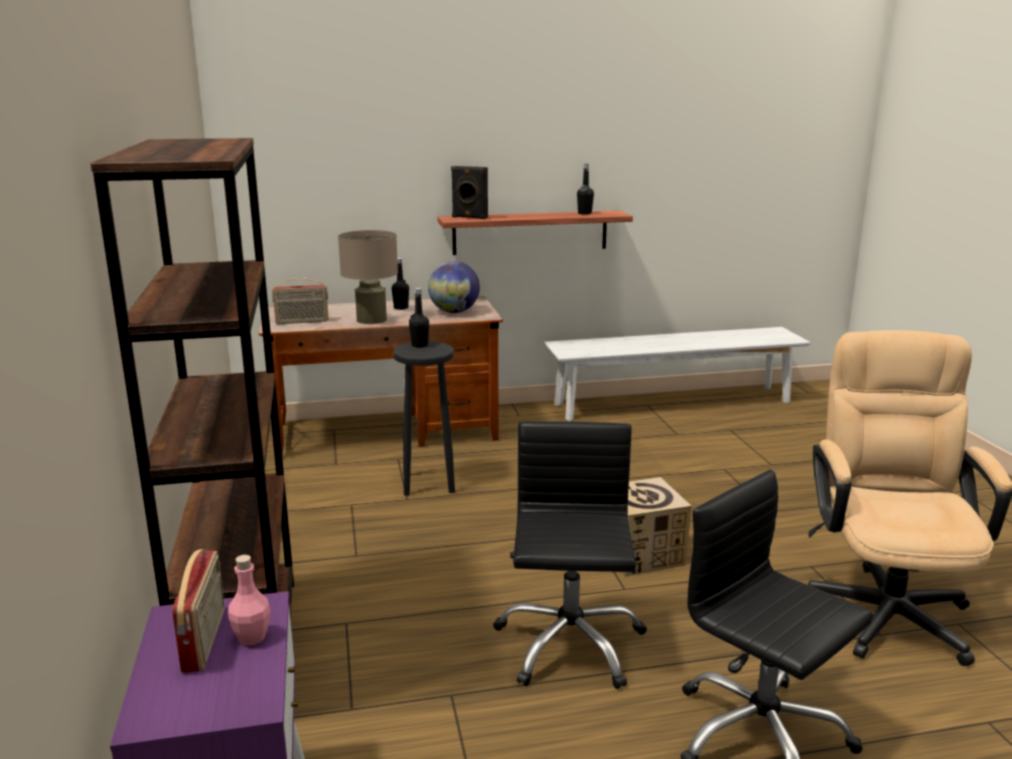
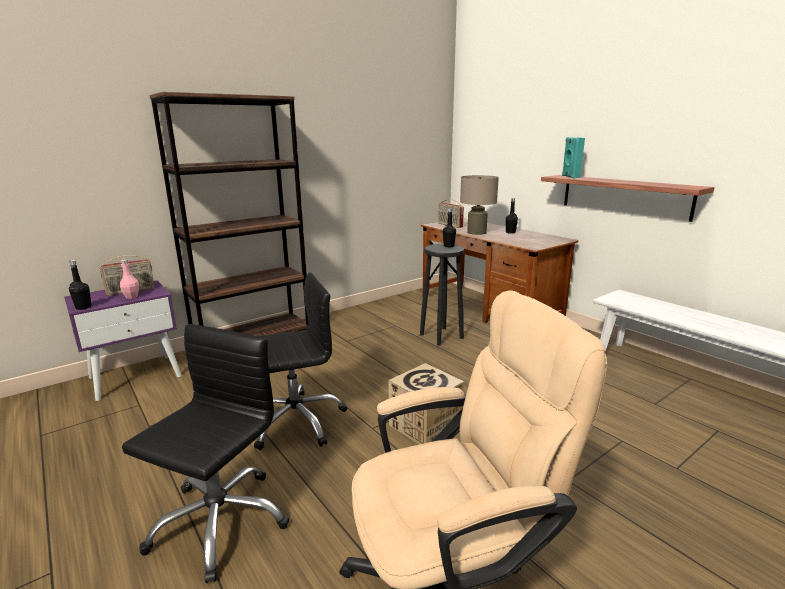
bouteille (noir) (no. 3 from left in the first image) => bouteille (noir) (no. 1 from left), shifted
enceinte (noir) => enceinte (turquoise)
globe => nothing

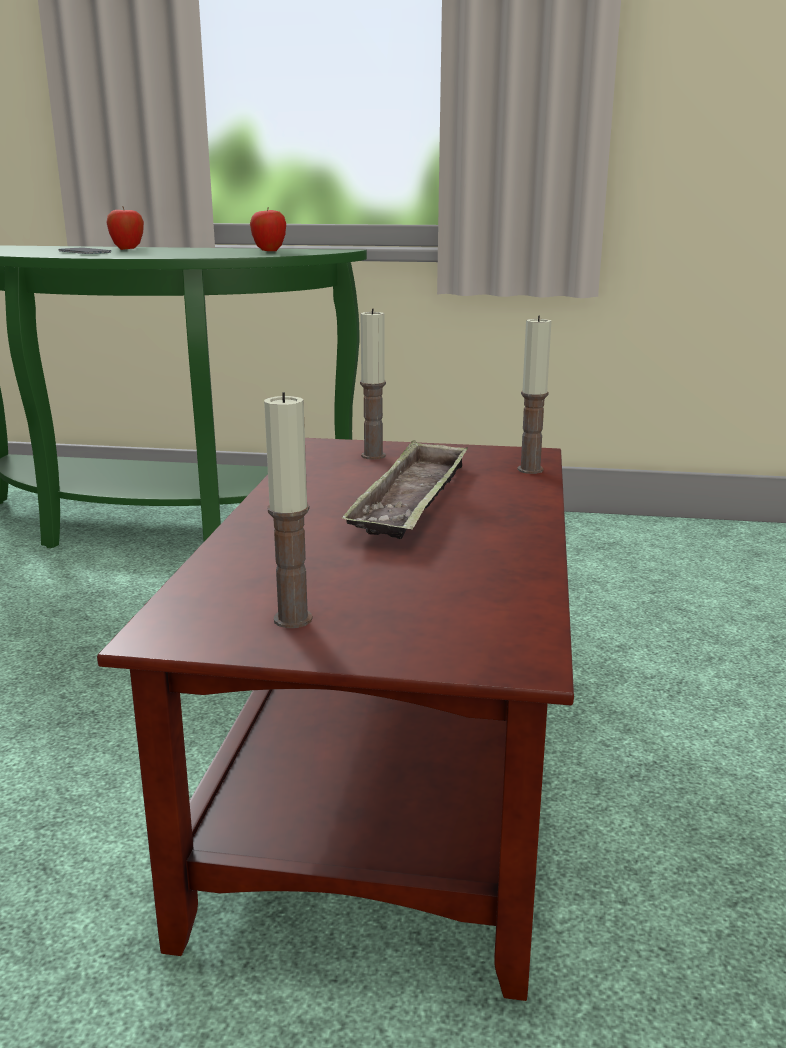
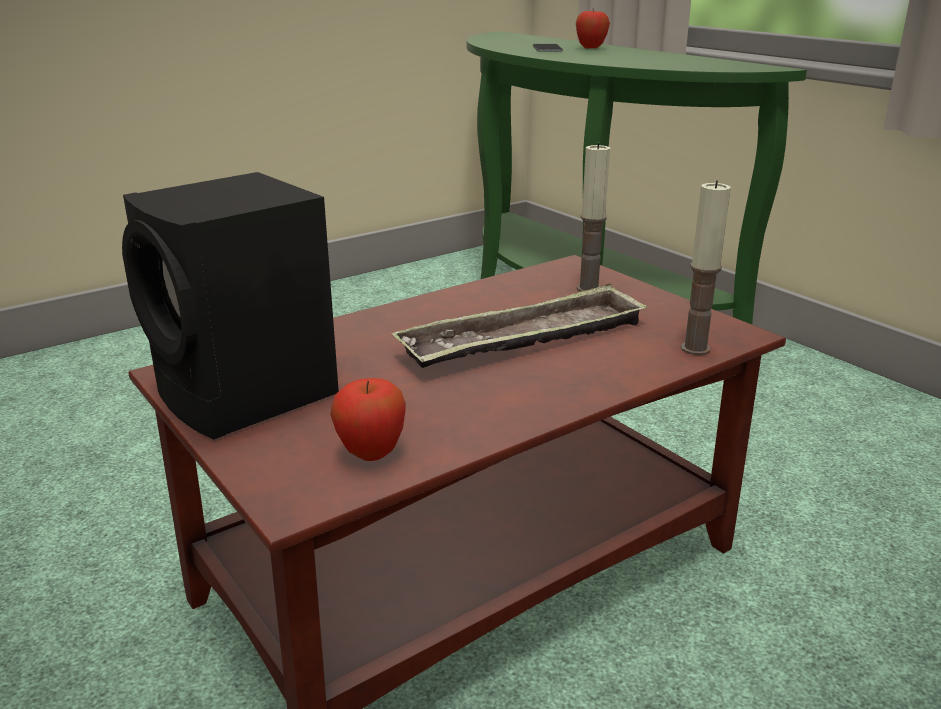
pomme (no. 2 from left in the first image) => pomme (no. 1 from left), shifted
bougie (no. 1 from left) => enceinte (noir)

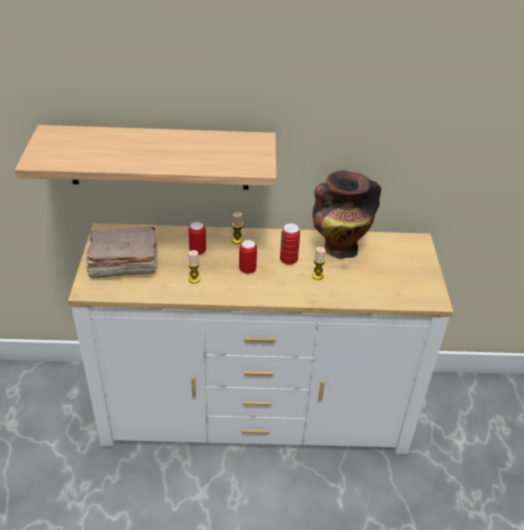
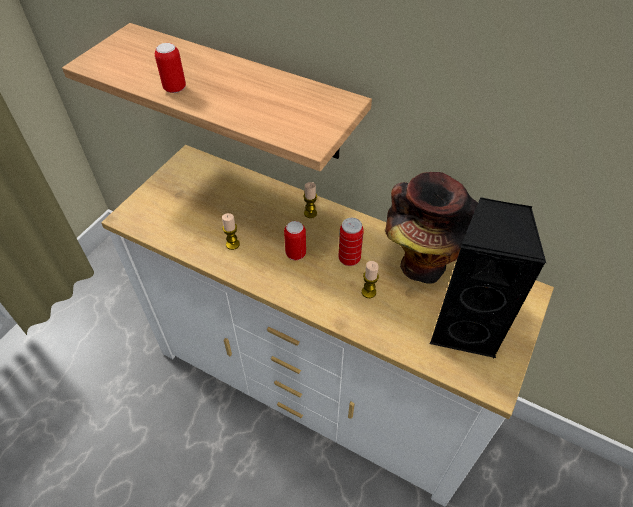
boîte métallique (no. 1 from left), shifted
livre (marron) => nothing
nothing => enceinte (noir)

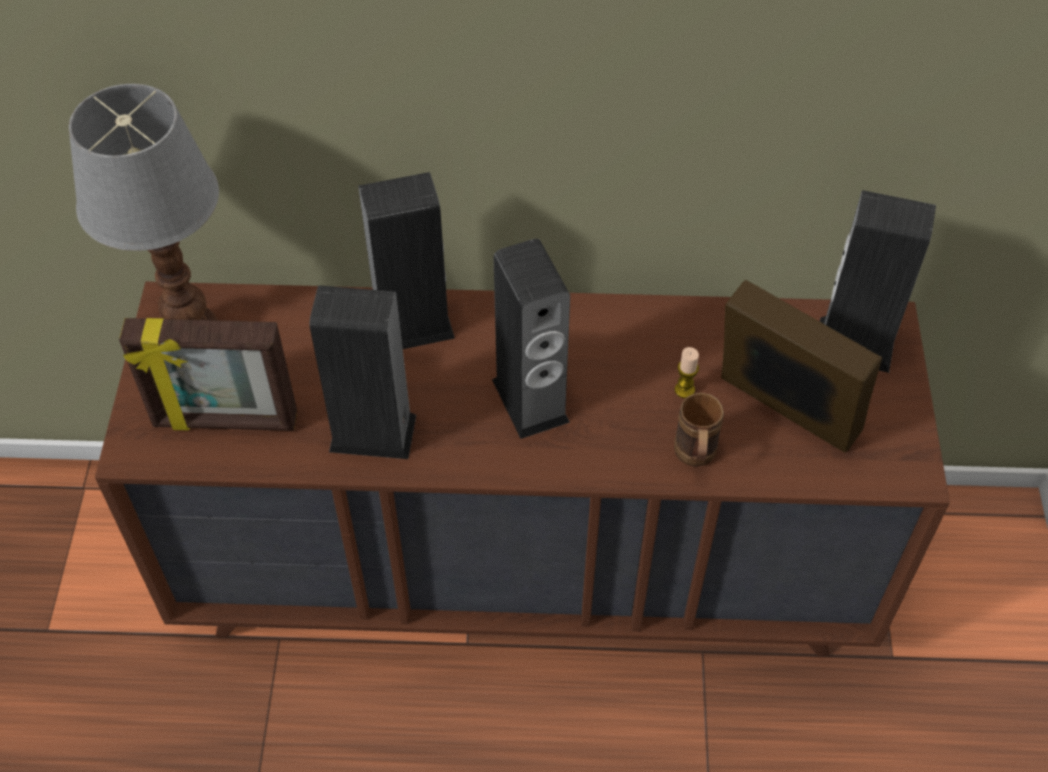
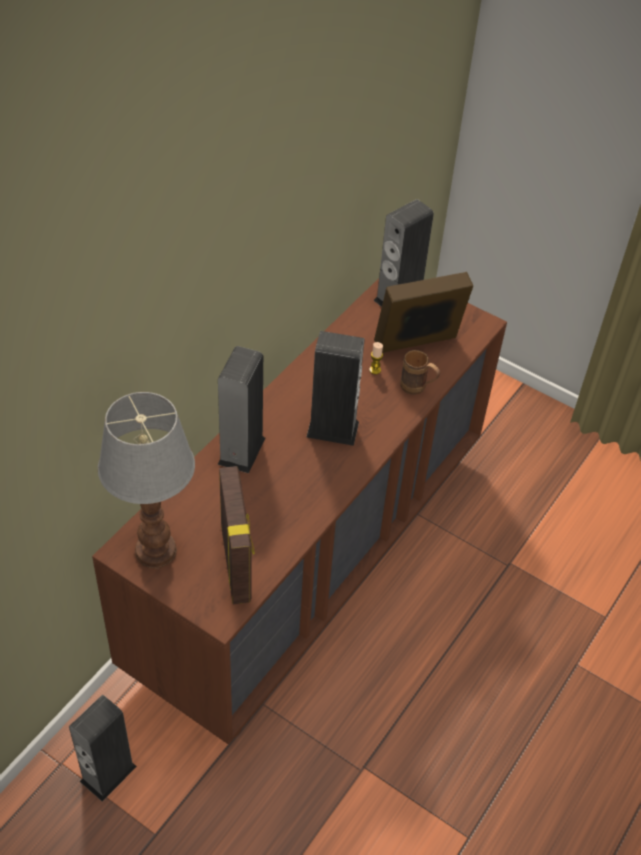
enceinte (no. 1 from left), shifted
cadre photo (no. 1 from left), 45 degrees counterclockwise

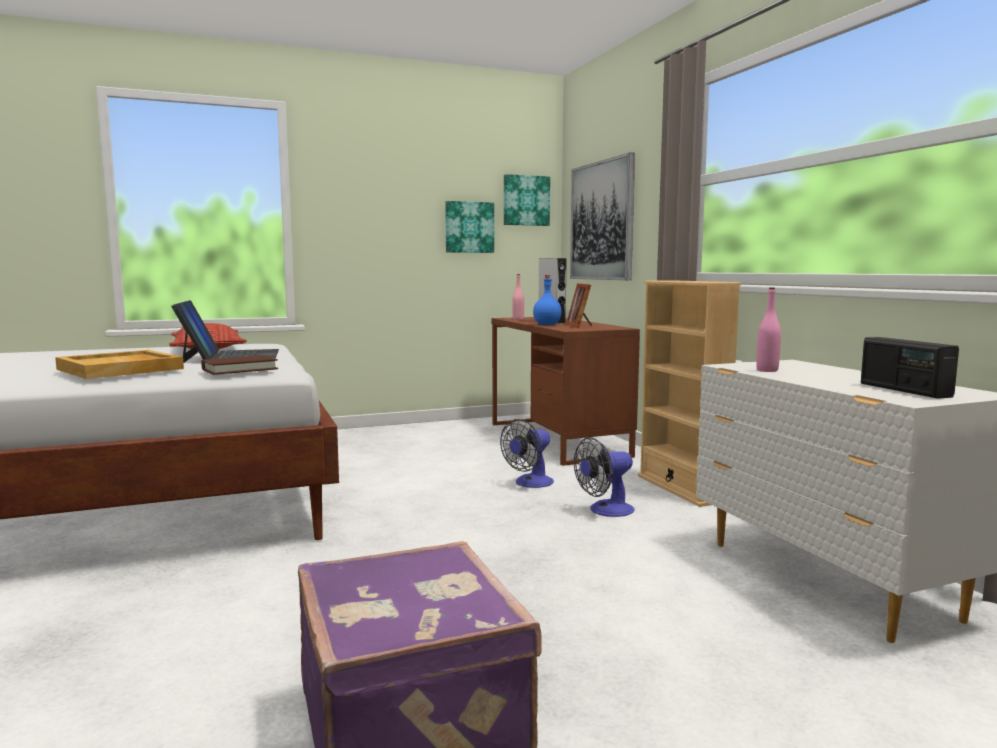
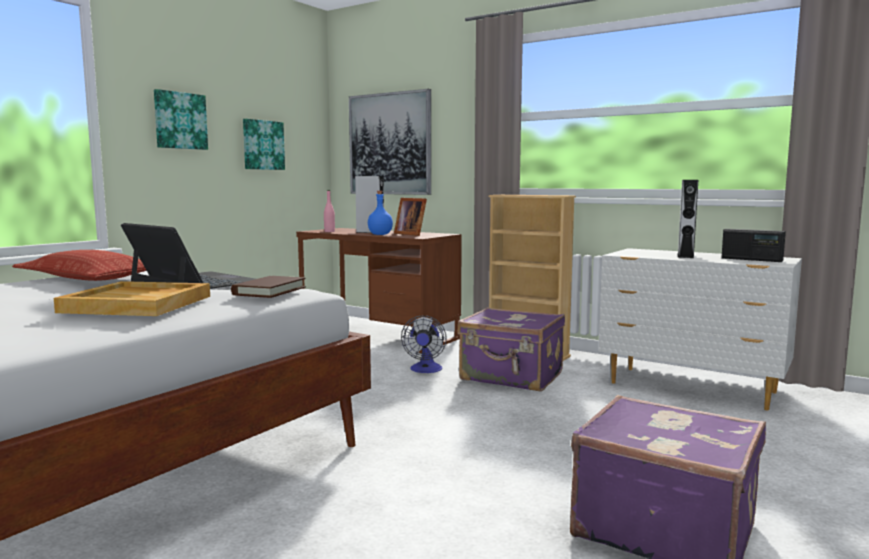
tableau (no. 2 from left in the first image) => tableau (no. 1 from left), shifted
bouteille (rose) (no. 2 from left) => nothing
ventilateur (no. 2 from left) => valise (violet) (no. 1 from left)
nothing => enceinte (gris) (no. 2 from left)

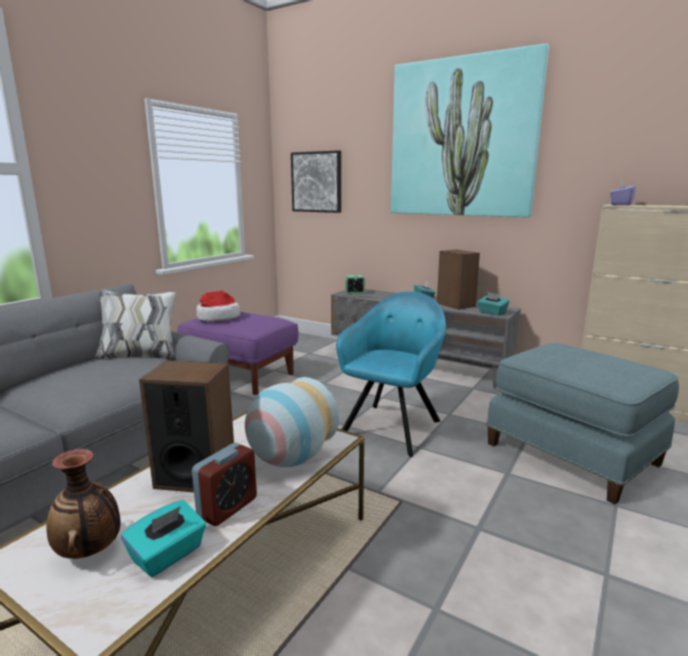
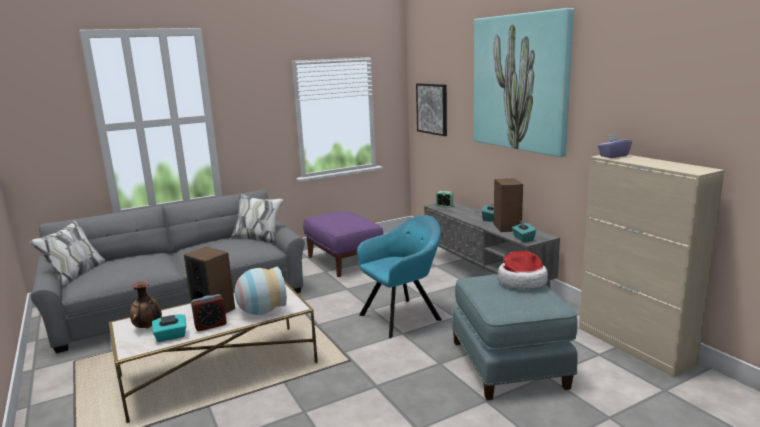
chapeau, shifted

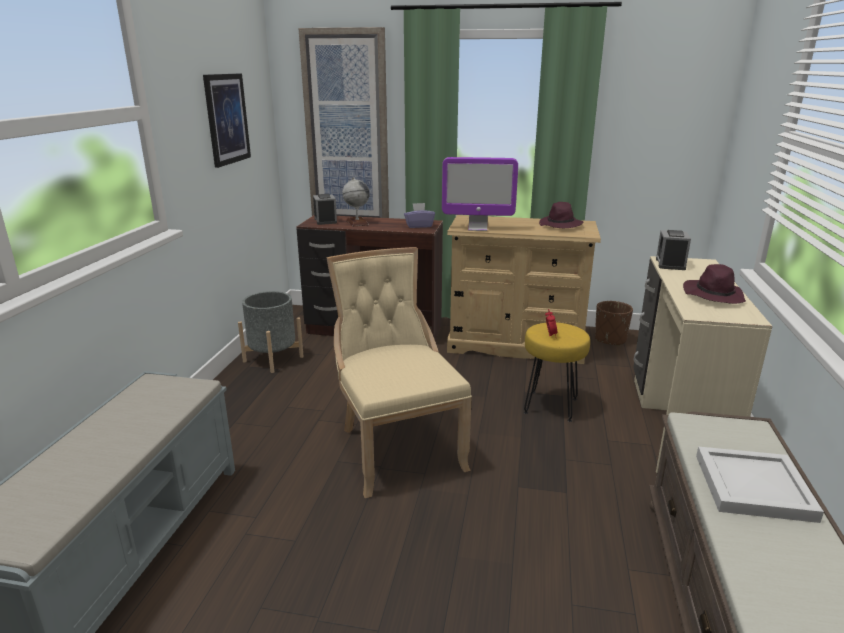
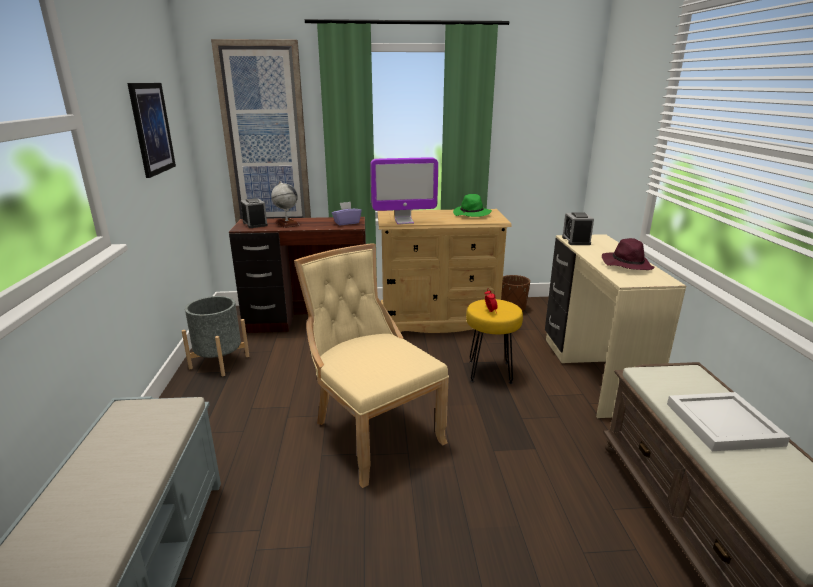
chapeau (violet) (no. 1 from left) => chapeau (vert)

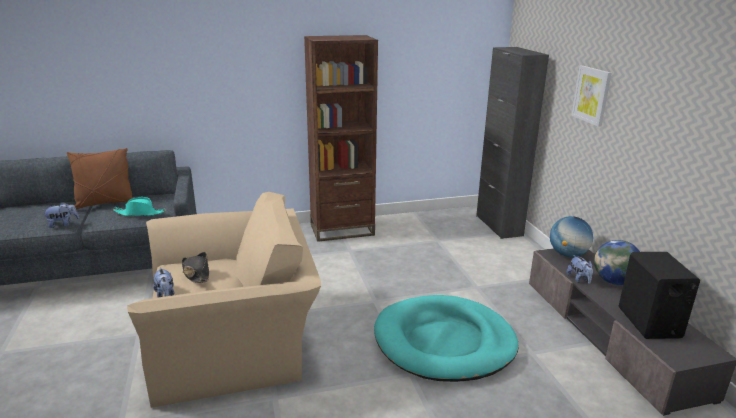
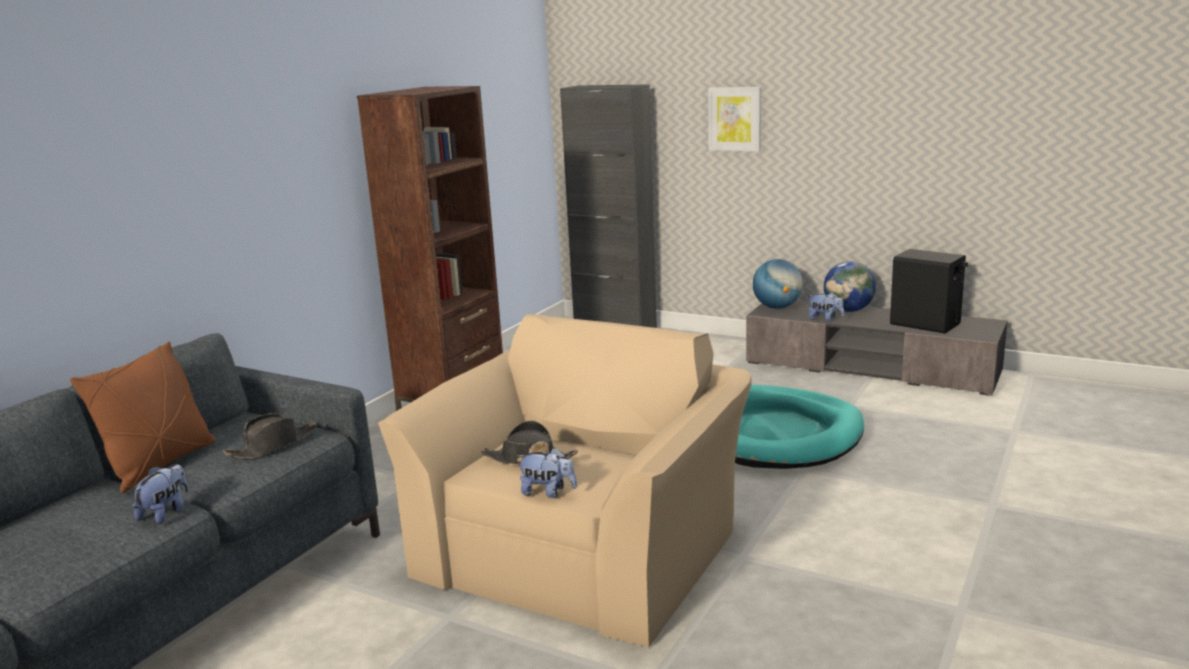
chapeau (turquoise) => chapeau (noir) (no. 1 from left)

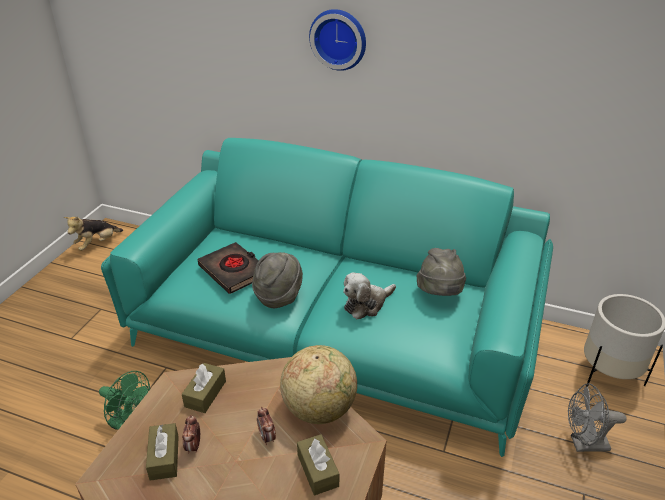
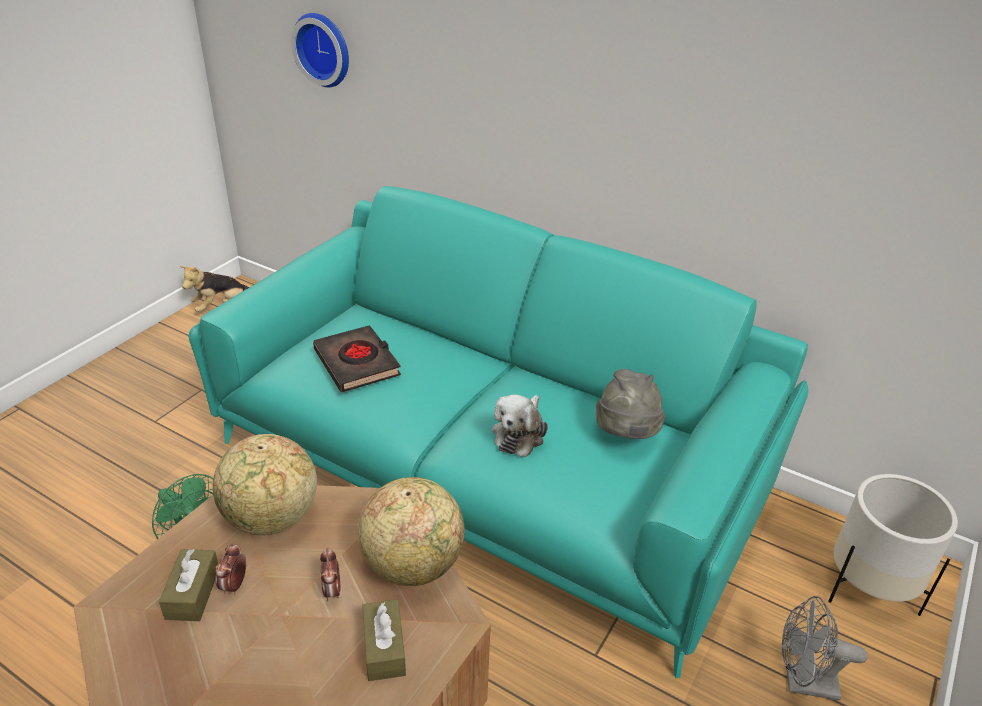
horloge murale, shifted
chapeau (gris) (no. 1 from left) => nothing
peluche (no. 2 from left), 45 degrees counterclockwise
boîte à mouchoirs (marron) (no. 2 from left) => globe (no. 1 from left)

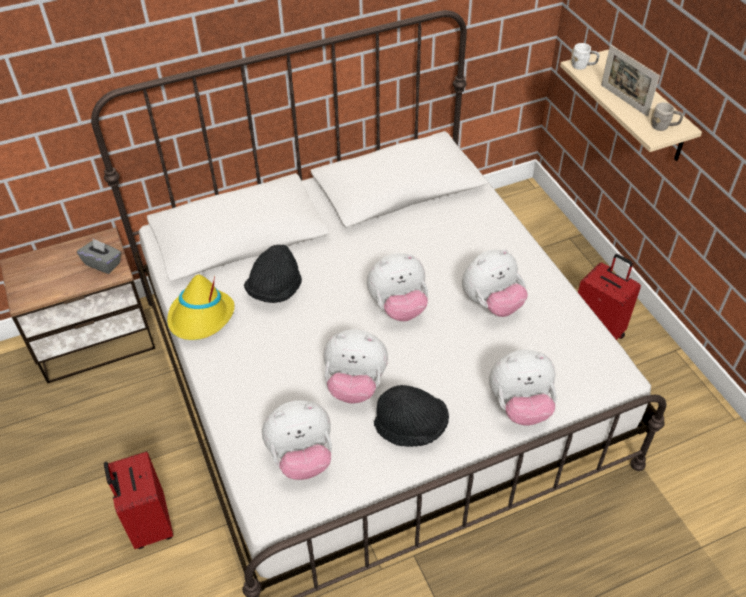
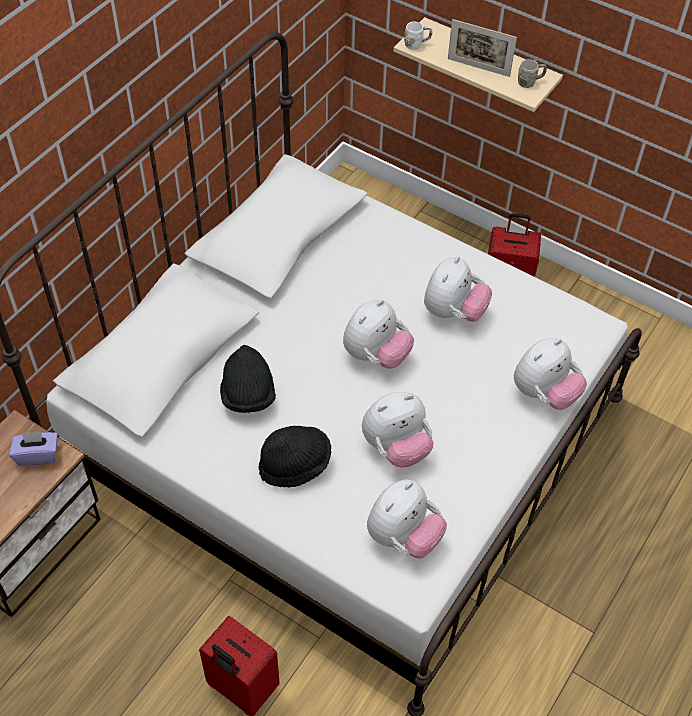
boîte à mouchoirs (gris) => boîte à mouchoirs (violet)
chapeau (jaune) => nothing
chapeau (noir) (no. 2 from left), shifted

